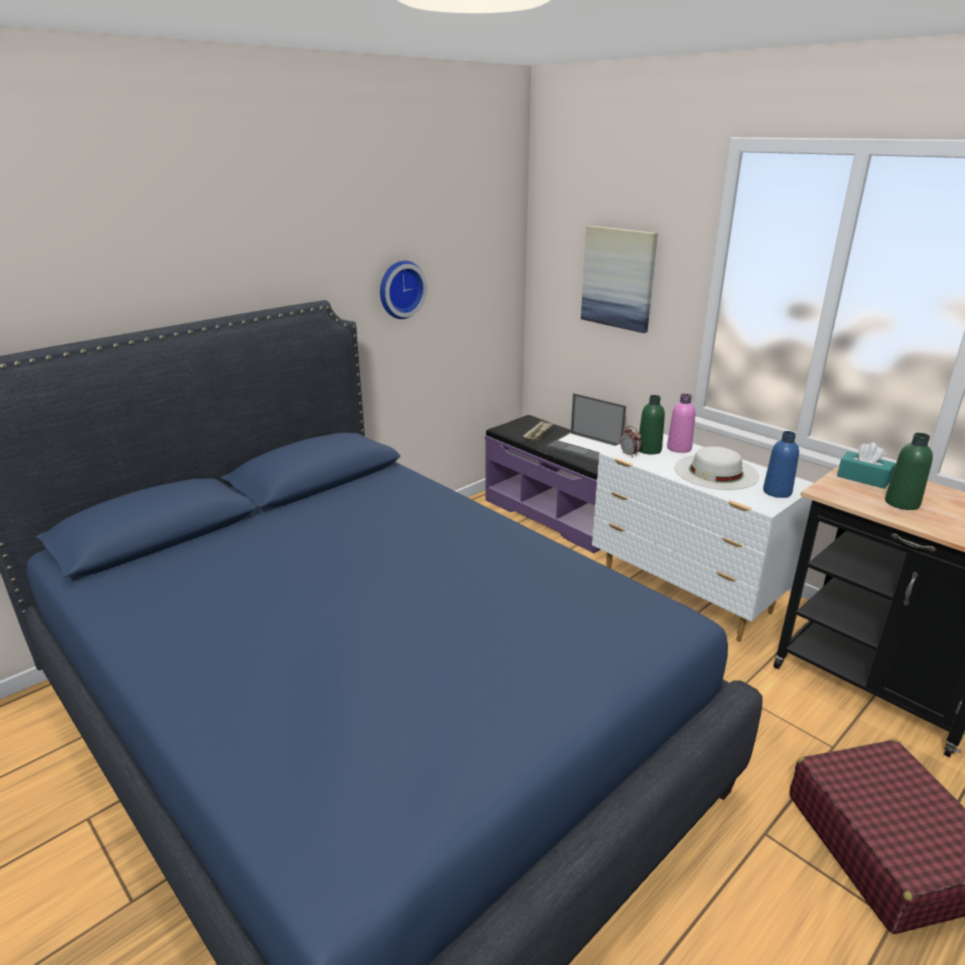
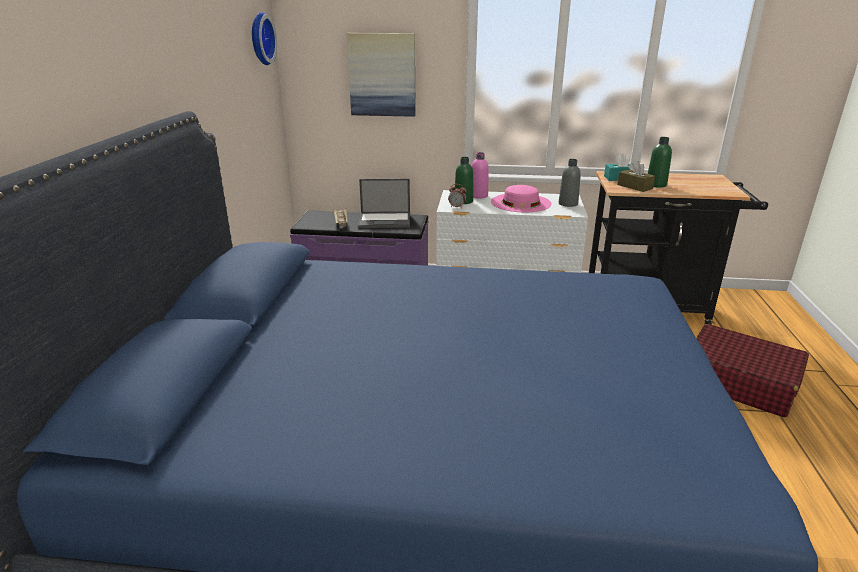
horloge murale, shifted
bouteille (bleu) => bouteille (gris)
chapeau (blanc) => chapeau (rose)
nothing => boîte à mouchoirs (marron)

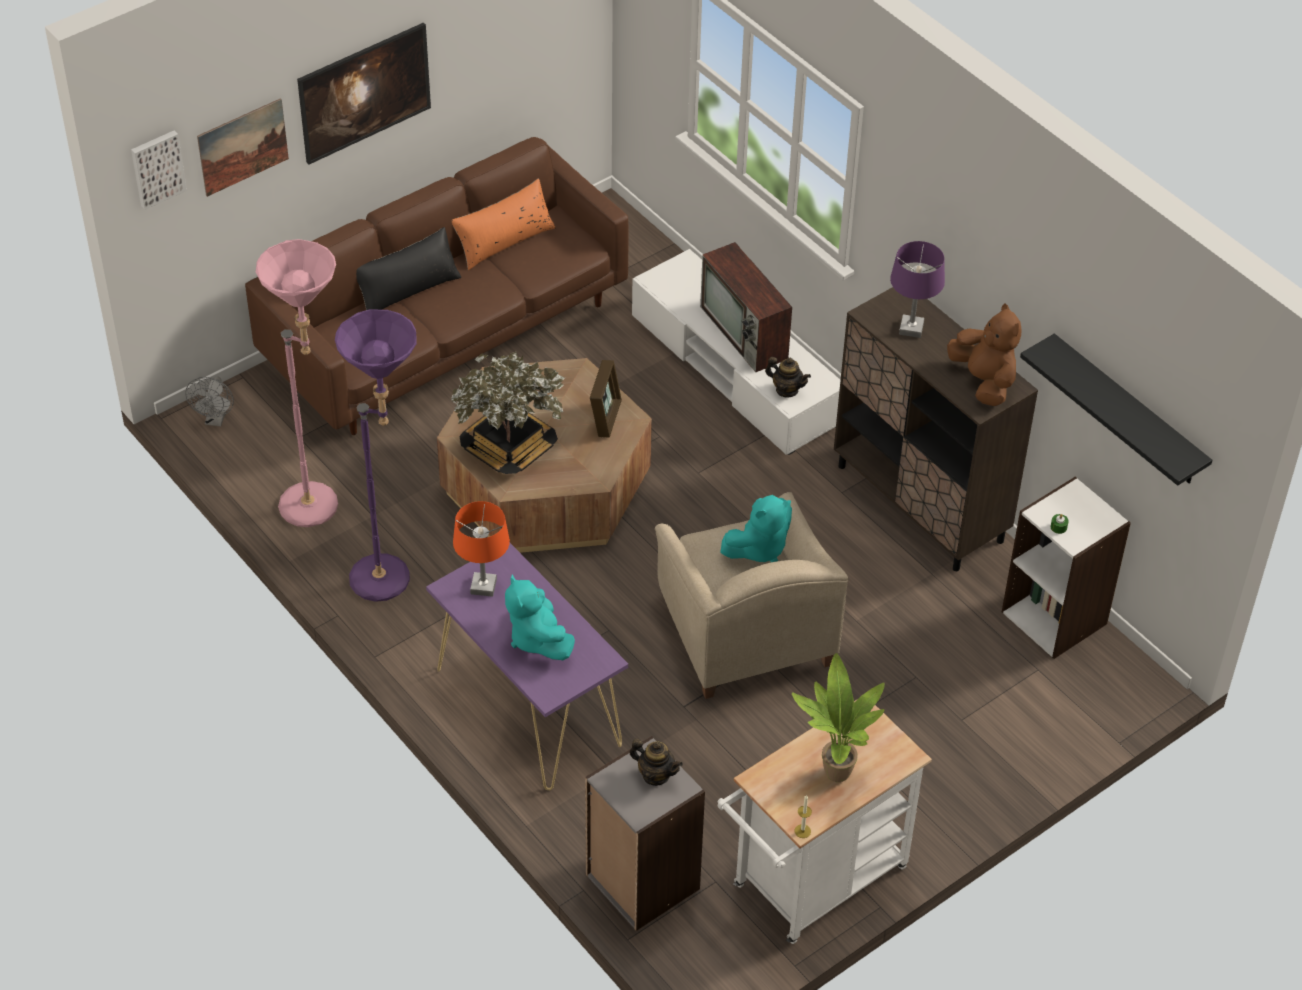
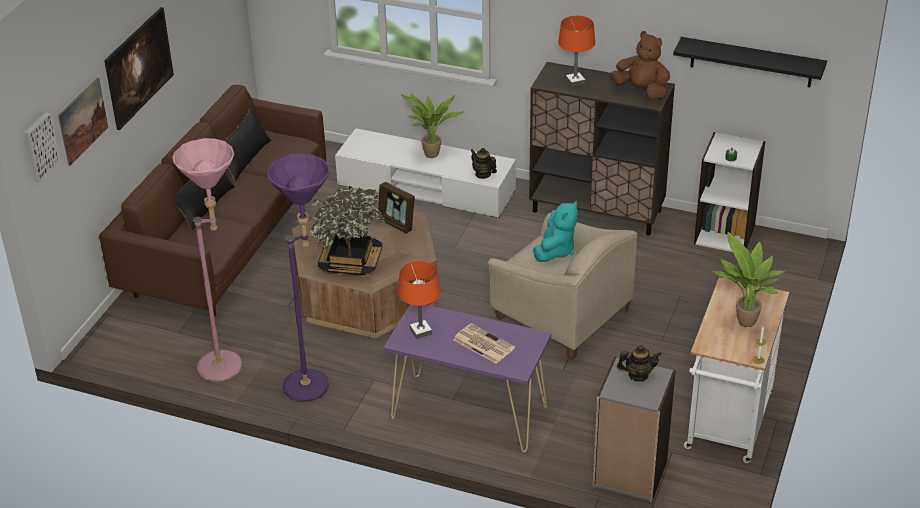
coussin (orange) => coussin (noir) (no. 2 from left)
lampe de table (violet) => lampe de table (orange) (no. 2 from left)
téléviseur => plante en pot (no. 2 from left)
théière (no. 2 from left in the first image) => théière (no. 1 from left), 135 degrees counterclockwise
cadre photo, 150 degrees clockwise
ventilateur (gris) => nothing
peluche (turquoise) (no. 1 from left) => journal

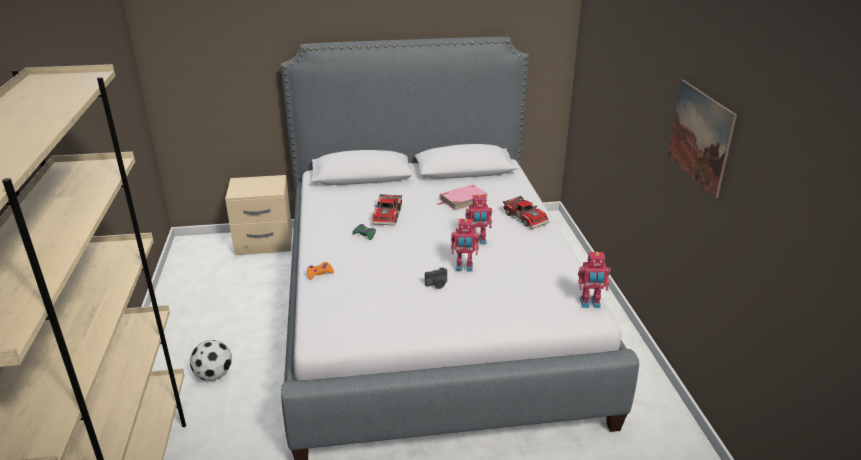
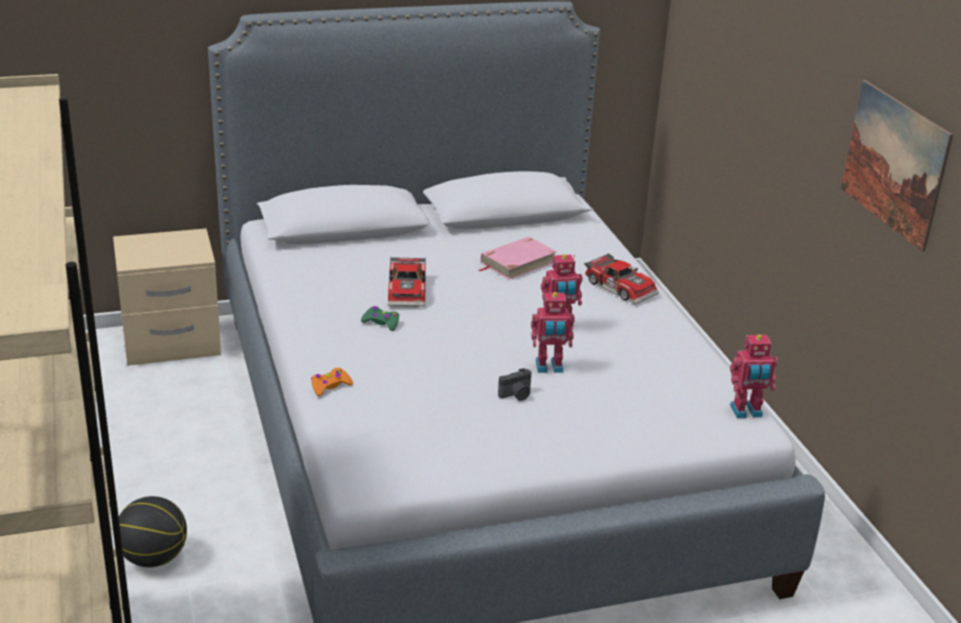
ballon de foot => ballon de basket

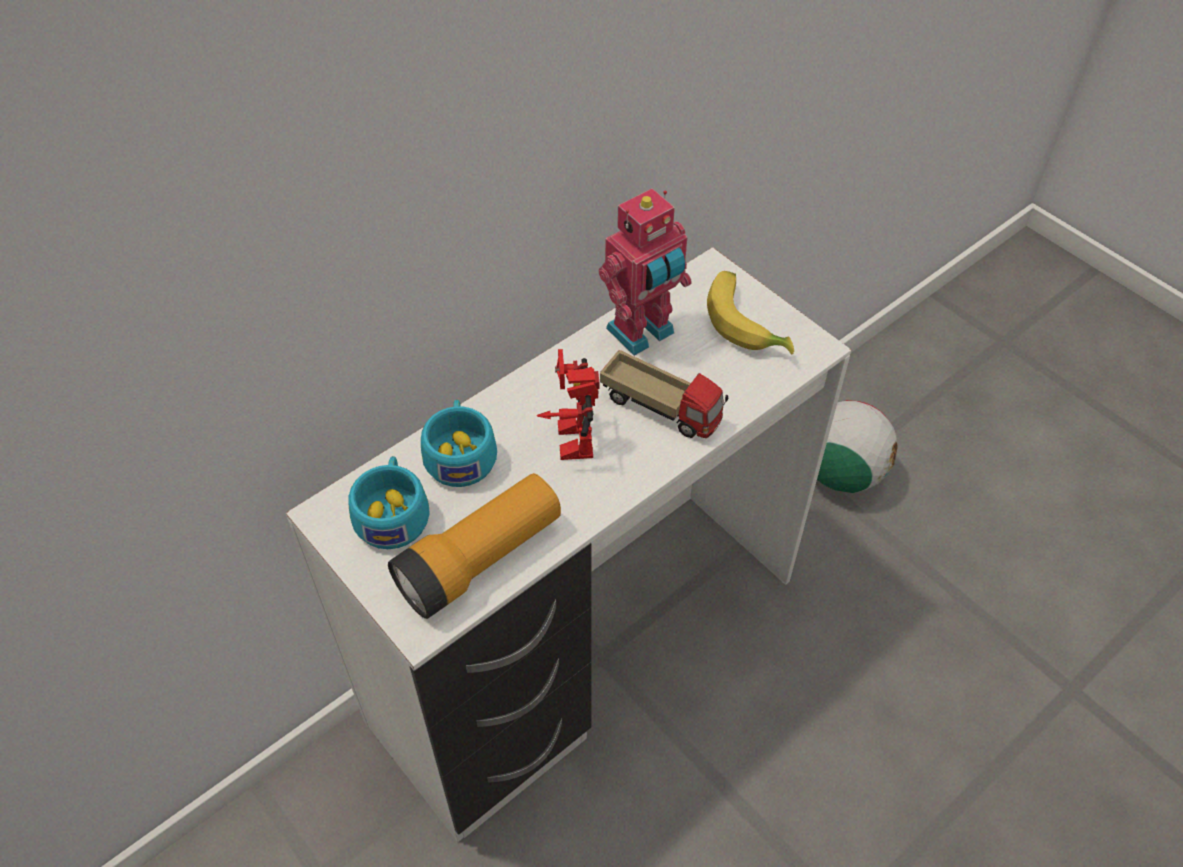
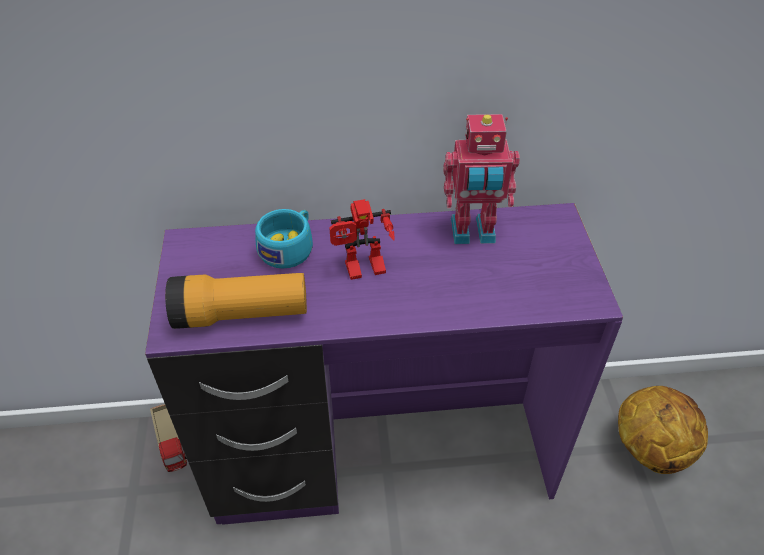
bureau (blanc) => bureau (violet)
banane => nothing
robot jouet (no. 1 from left), 135 degrees counterclockwise
camion jouet, shifted
ballon de foot => ballon de basket
tasse (turquoise) (no. 1 from left) => nothing

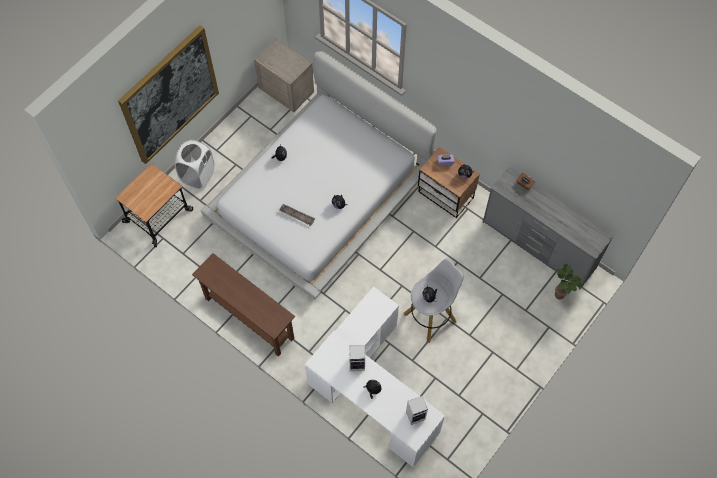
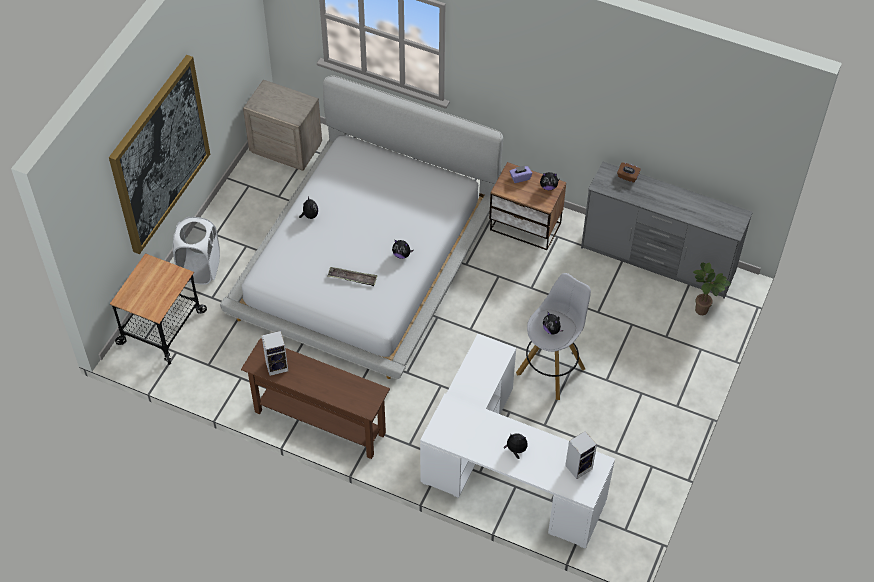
enceinte (no. 1 from left), shifted

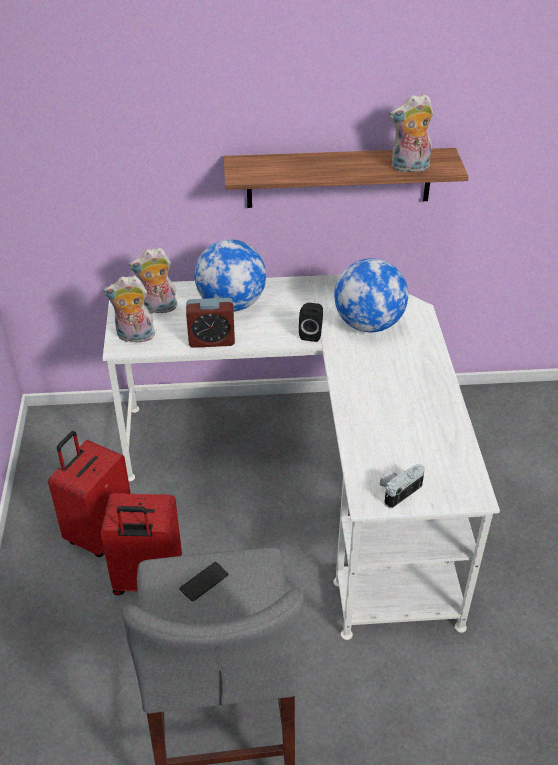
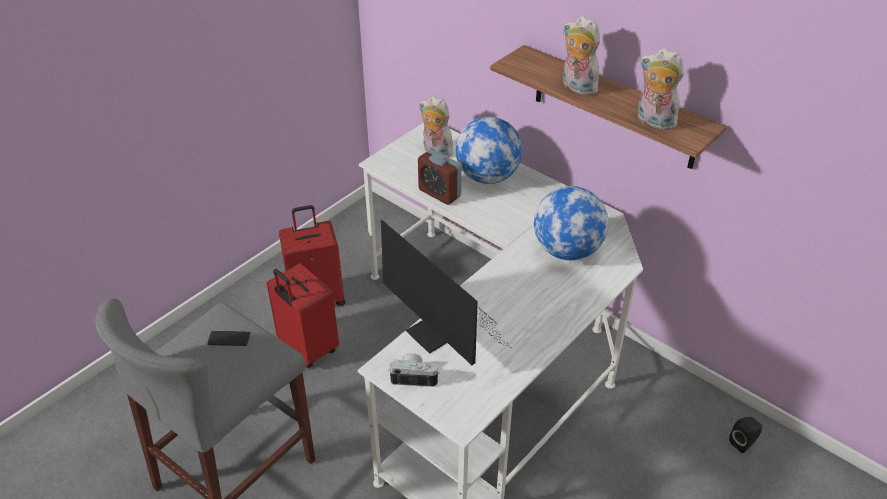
peluche (no. 1 from left in the first image) => peluche (no. 2 from left), shifted
enceinte (noir), shifted
nothing => écran d'ordinateur

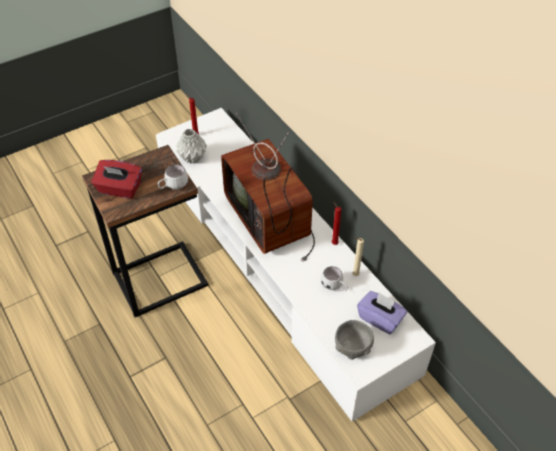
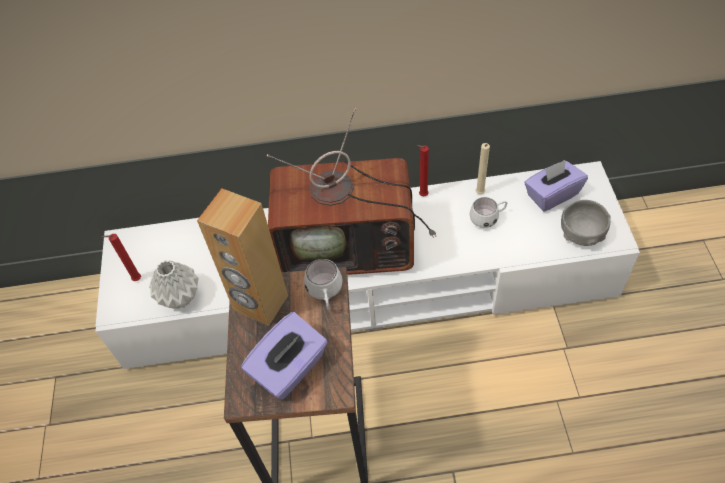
boîte à mouchoirs (rouge) => boîte à mouchoirs (violet) (no. 1 from left)
nothing => enceinte (marron)

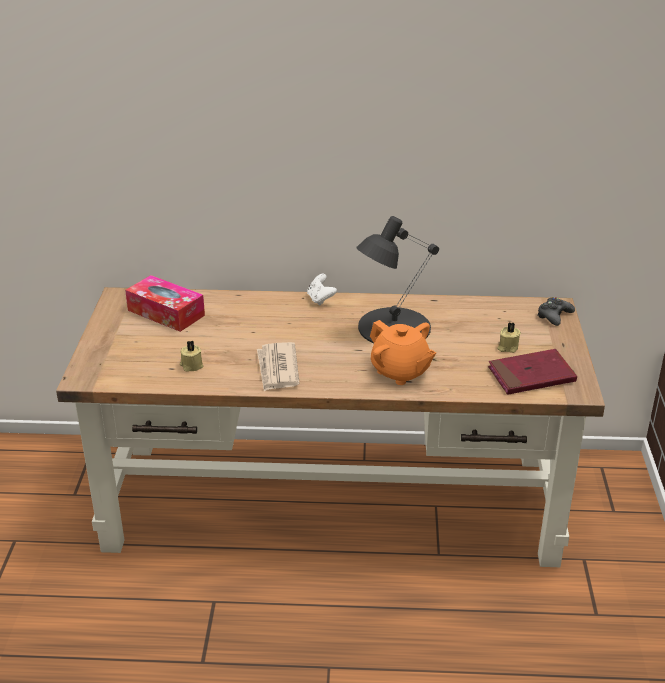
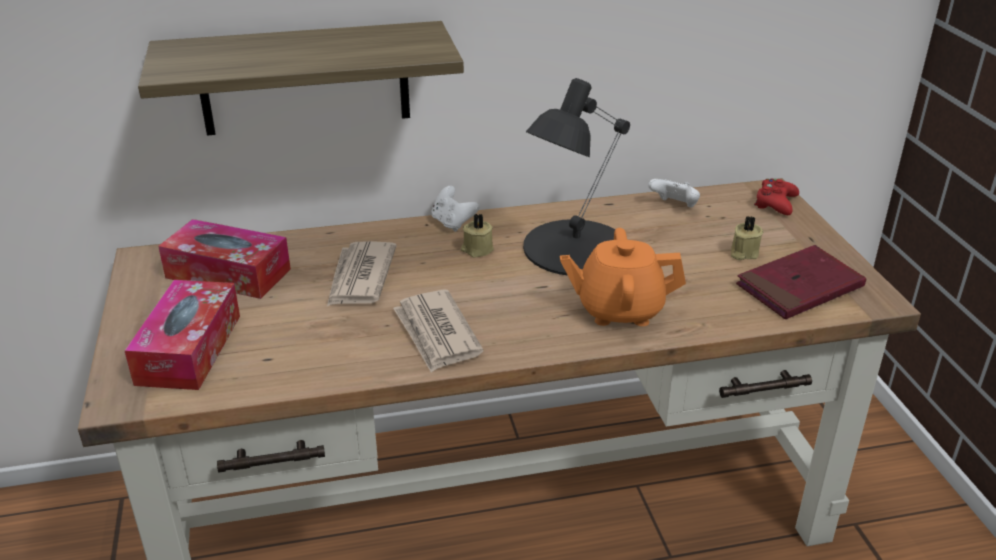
manette (noir) => manette (rouge)
théière (orange), 150 degrees clockwise
bougie (beige) (no. 1 from left), shifted
nothing => étagère
nothing => manette (blanc) (no. 2 from left)
nothing => journal (no. 1 from left)
nothing => boîte à mouchoirs (no. 1 from left)

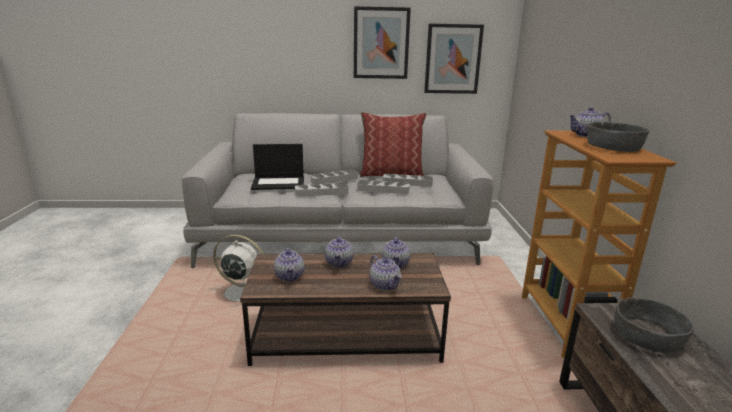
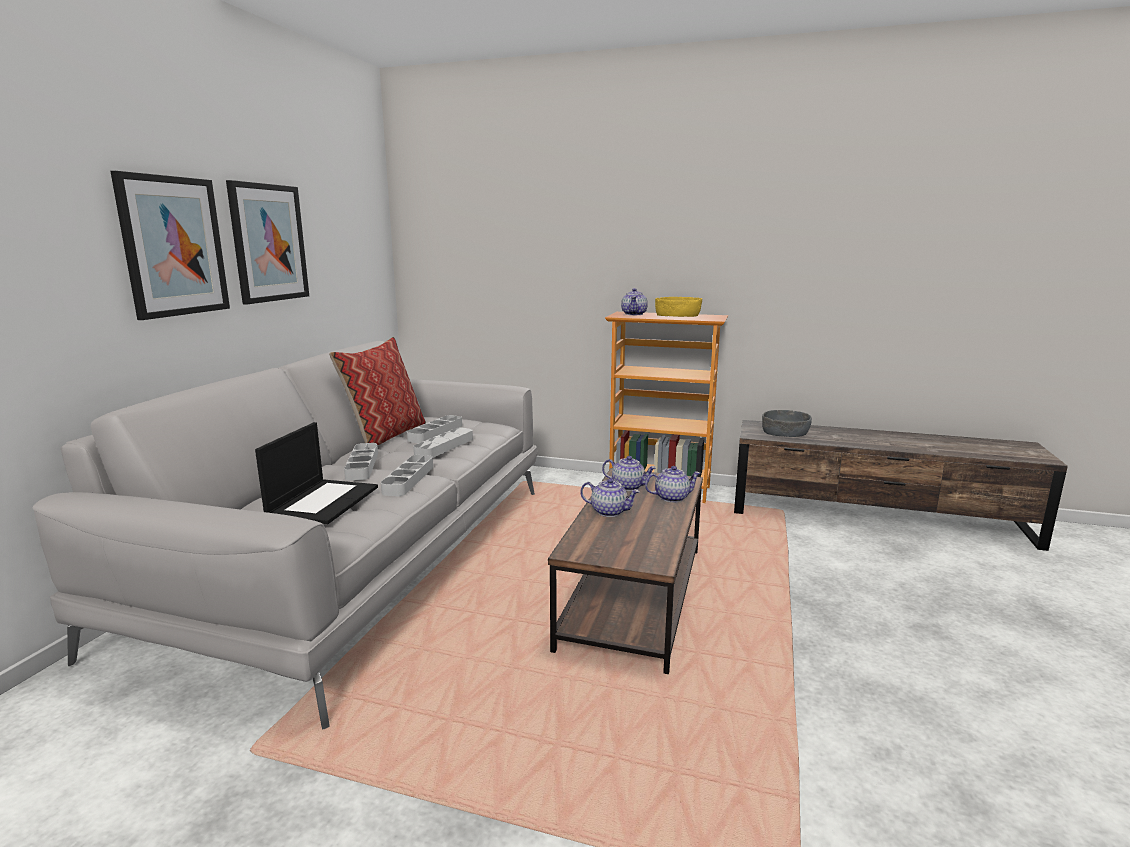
tableau (no. 2 from left in the first image) => tableau (no. 1 from left), shifted
bol (gris) (no. 1 from left) => bol (jaune)
ventilateur (blanc) => nothing
théière (no. 1 from left) => nothing

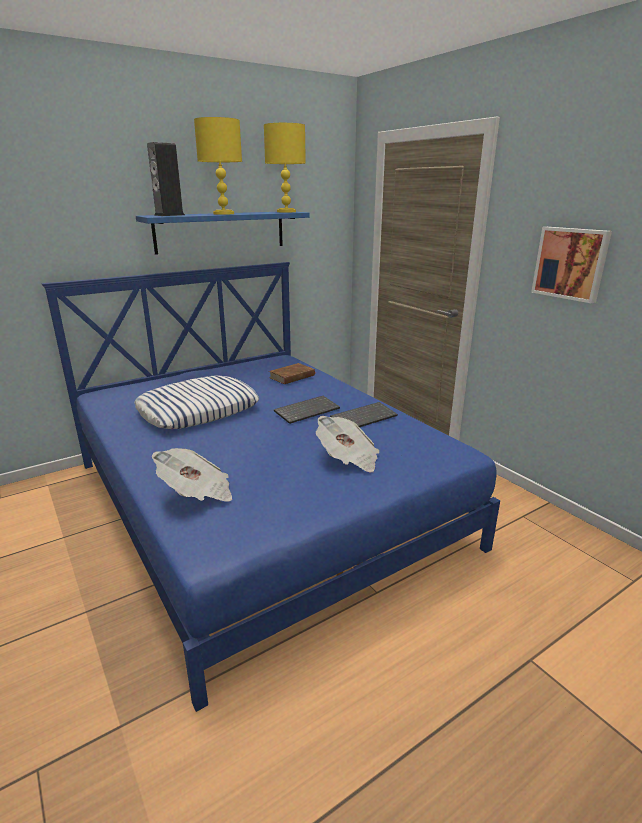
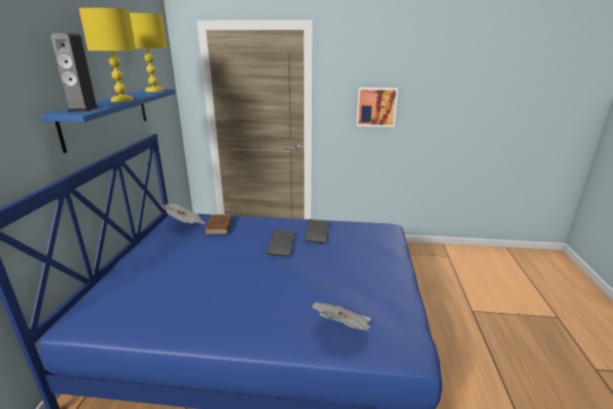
coussin => nothing
journal (no. 2 from left in the first image) => journal (no. 1 from left), shifted

